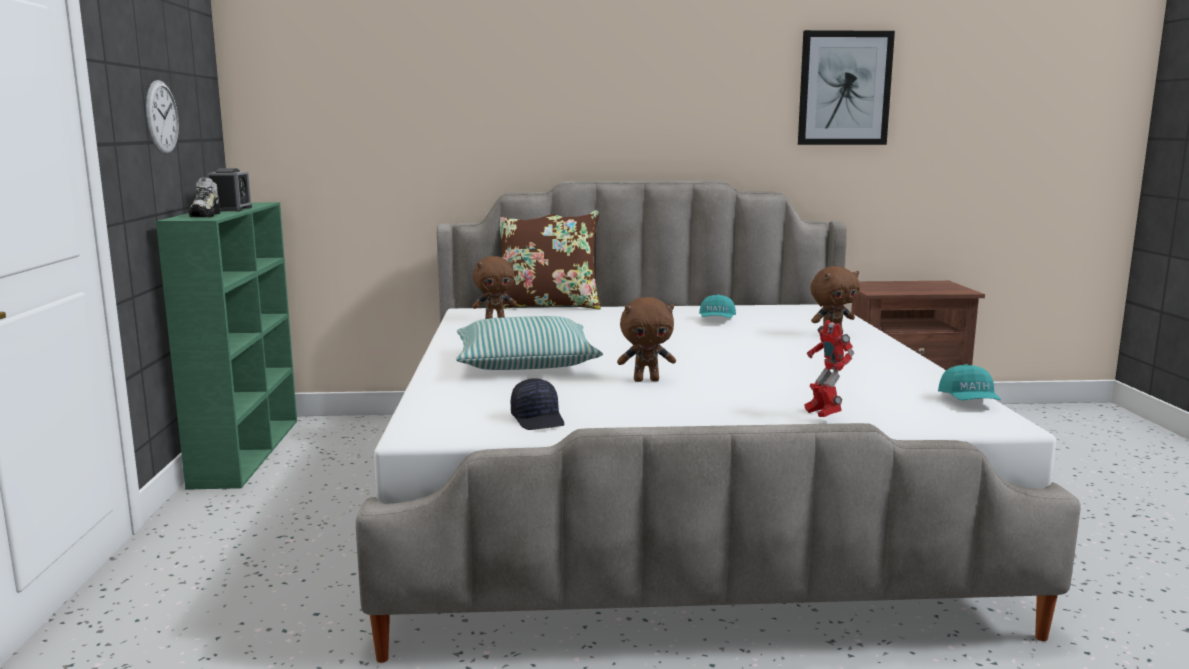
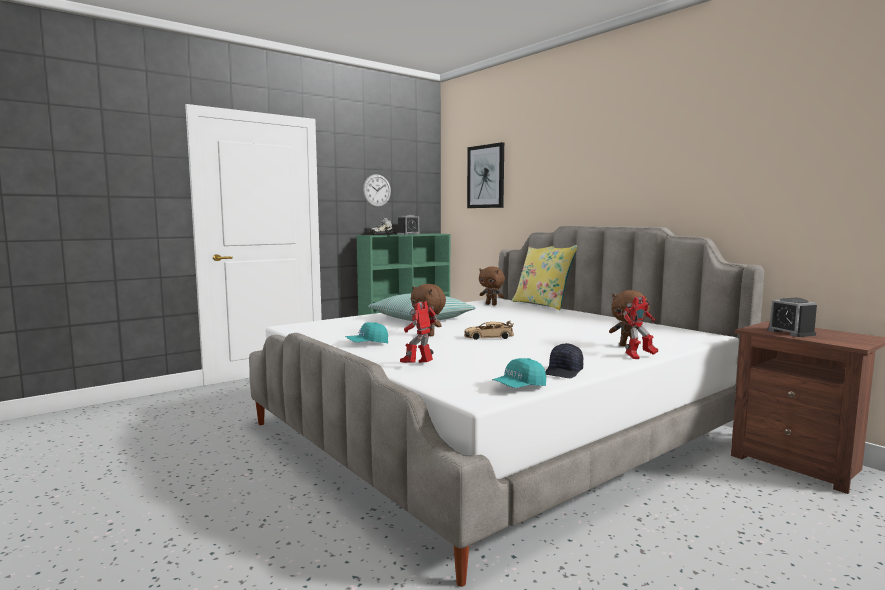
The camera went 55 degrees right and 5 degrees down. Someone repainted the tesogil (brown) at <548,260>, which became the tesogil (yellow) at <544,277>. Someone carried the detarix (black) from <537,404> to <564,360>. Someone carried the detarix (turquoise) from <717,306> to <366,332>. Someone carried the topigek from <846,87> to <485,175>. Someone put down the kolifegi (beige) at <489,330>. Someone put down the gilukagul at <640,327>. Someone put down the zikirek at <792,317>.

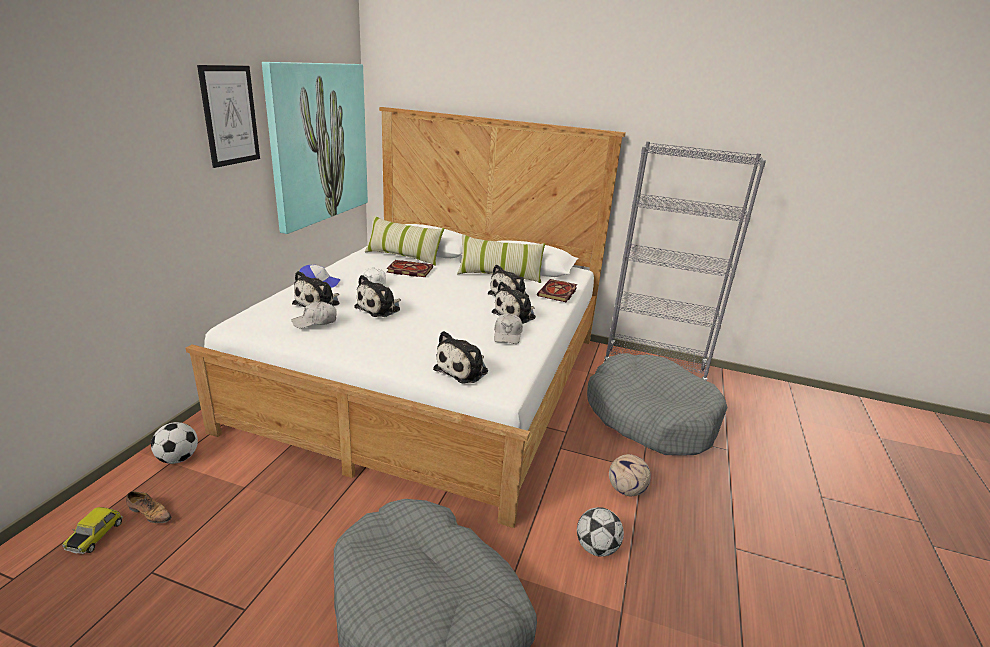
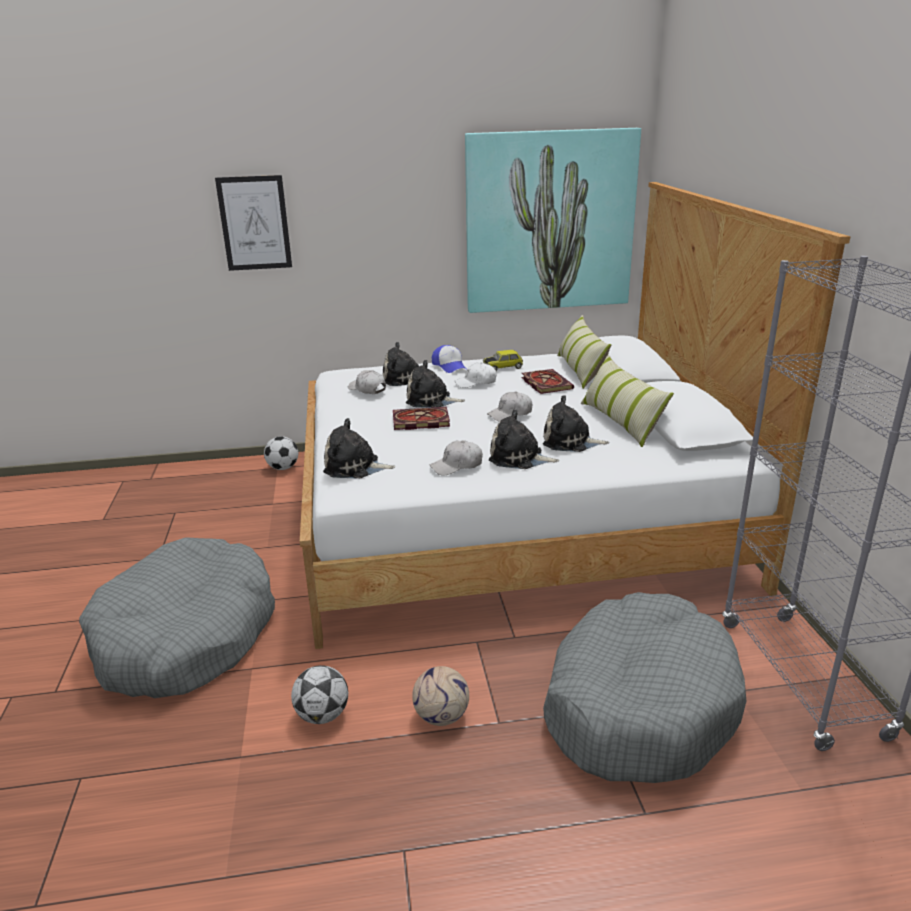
The camera went 65 degrees right and 0 degrees up. Someone carried the kolifegi from <92,530> to <503,360>. Someone took away the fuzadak at <149,507>. Someone carried the topigek from <228,116> to <253,223>. Someone carried the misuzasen from <557,290> to <421,418>. Someone put down the detarix (white) at <509,407>.

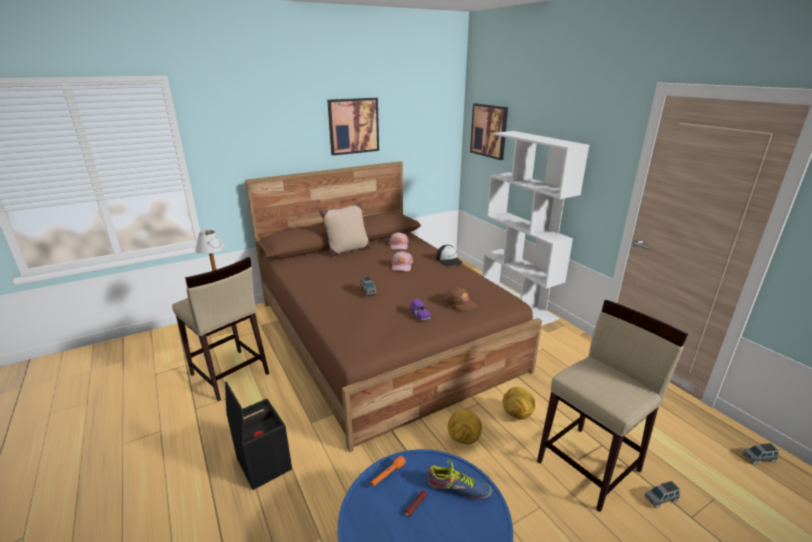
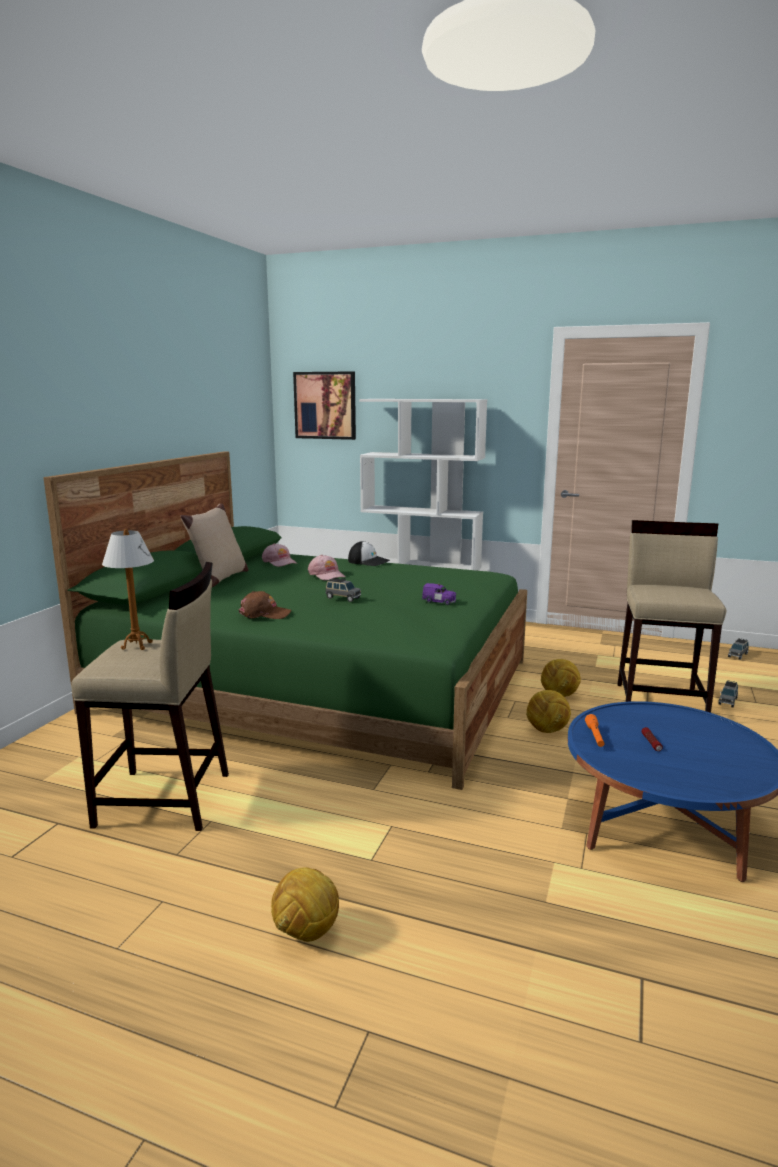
The camera went 40 degrees left and 10 degrees down. Someone took away the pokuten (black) at <258,435>. Someone repainted the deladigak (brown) at <393,306>, which became the deladigak (green) at <285,620>. Someone took away the topigek at <353,126>. Someone took away the fuzadak at <460,479>. Someone carried the detarix (brown) from <461,299> to <265,605>. Someone put down the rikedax at <305,904>.

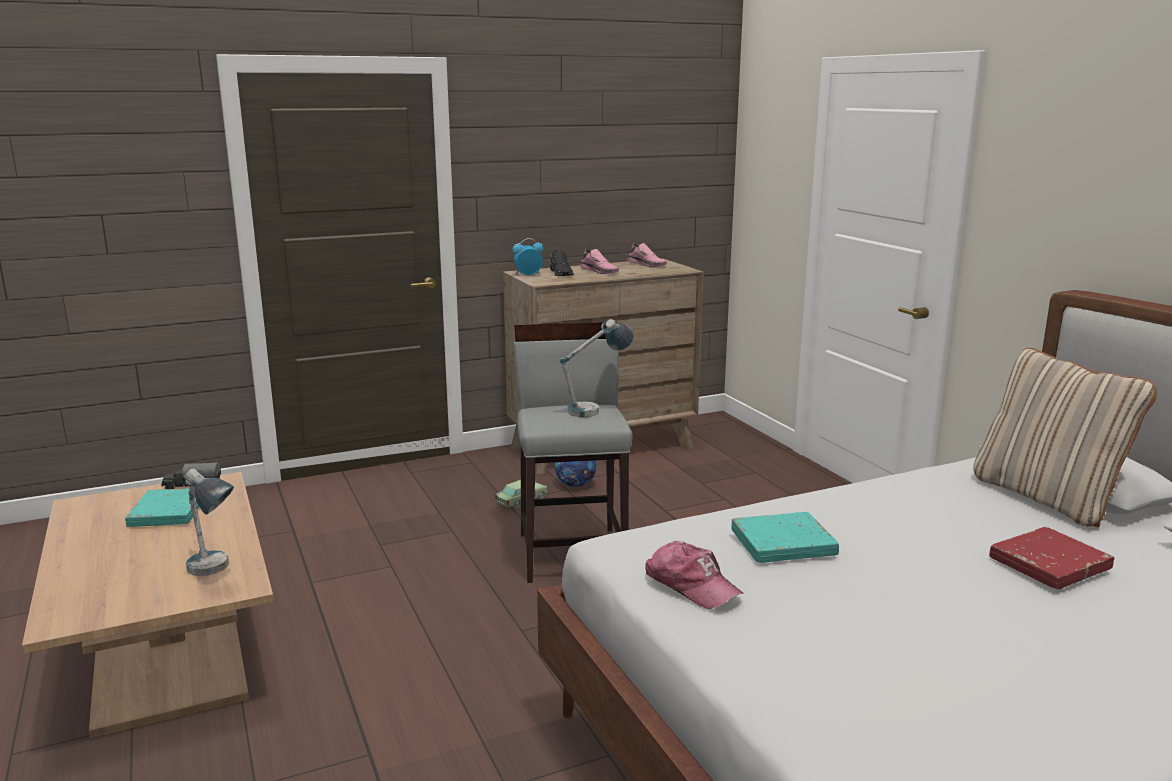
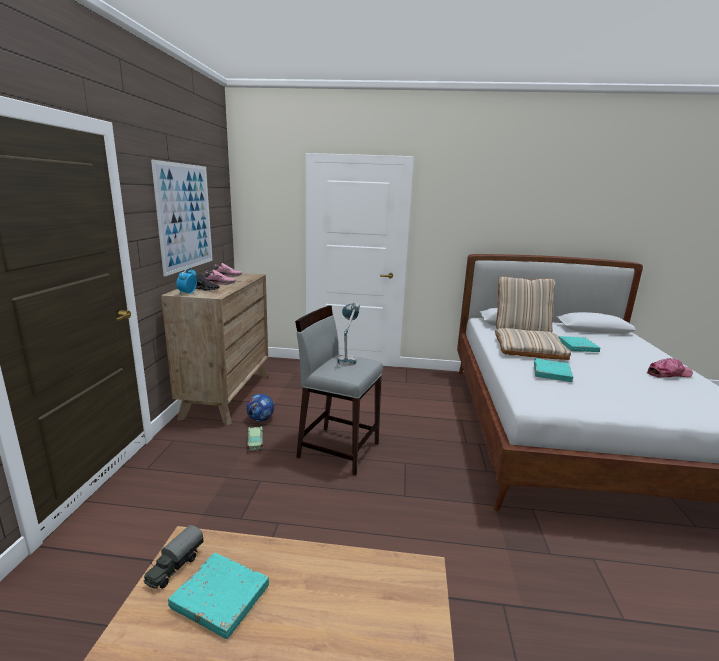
The camera went 60 degrees left and 0 degrees up. Someone took away the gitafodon at <209,522>. Someone carried the detarix from <694,575> to <670,368>. Someone repainted the misuzasen (red) at <1051,558>, which became the misuzasen (turquoise) at <579,344>. Someone put up the topigek at <182,218>. Someone put down the tesogil (beige) at <533,344>.

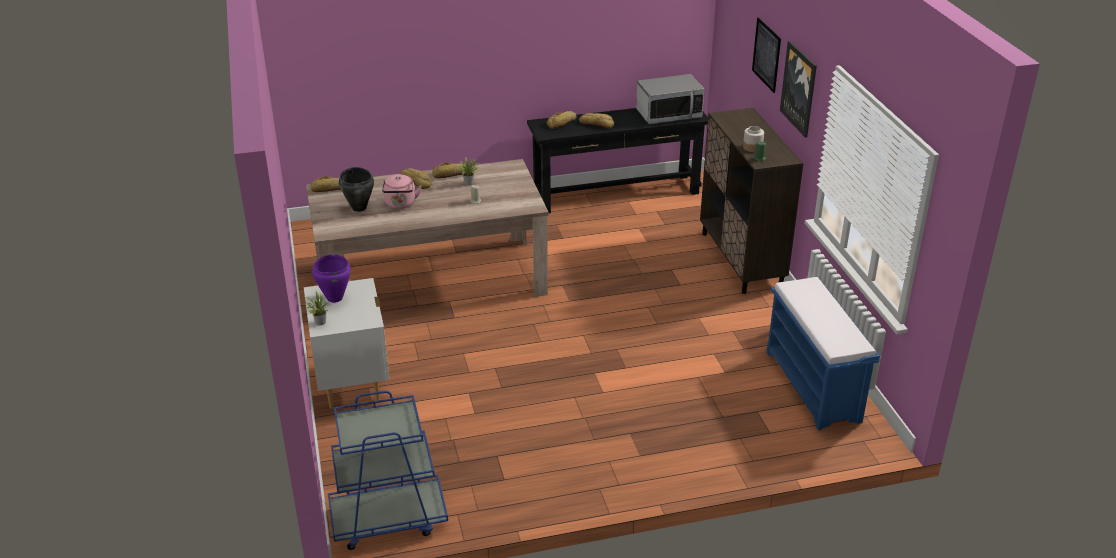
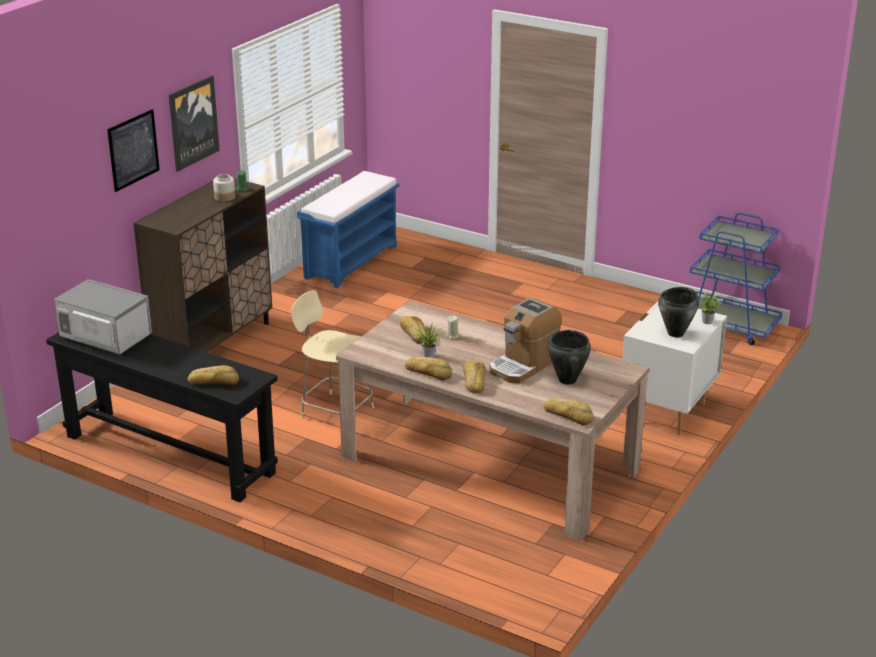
The camera went 135 degrees left and 5 degrees down. Someone repainted the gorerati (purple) at <331,278>, which became the gorerati (black) at <678,312>. Someone swapped the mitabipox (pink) at <402,192> for the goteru at <525,340>. Someone carried the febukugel from <596,121> to <413,330>. Someone put down the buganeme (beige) at <332,354>.

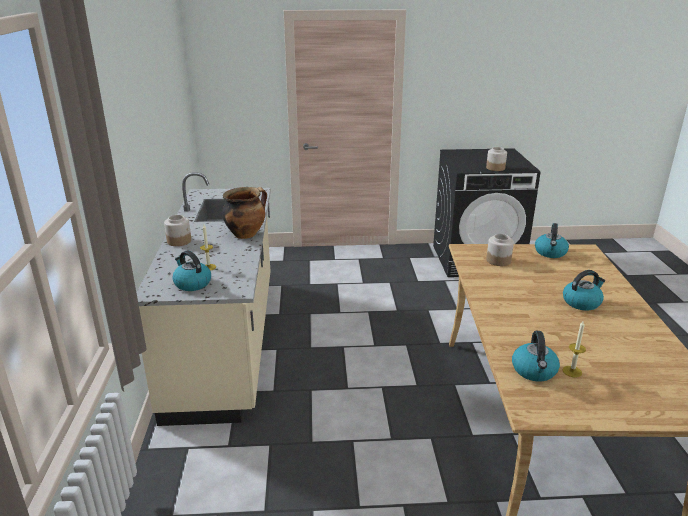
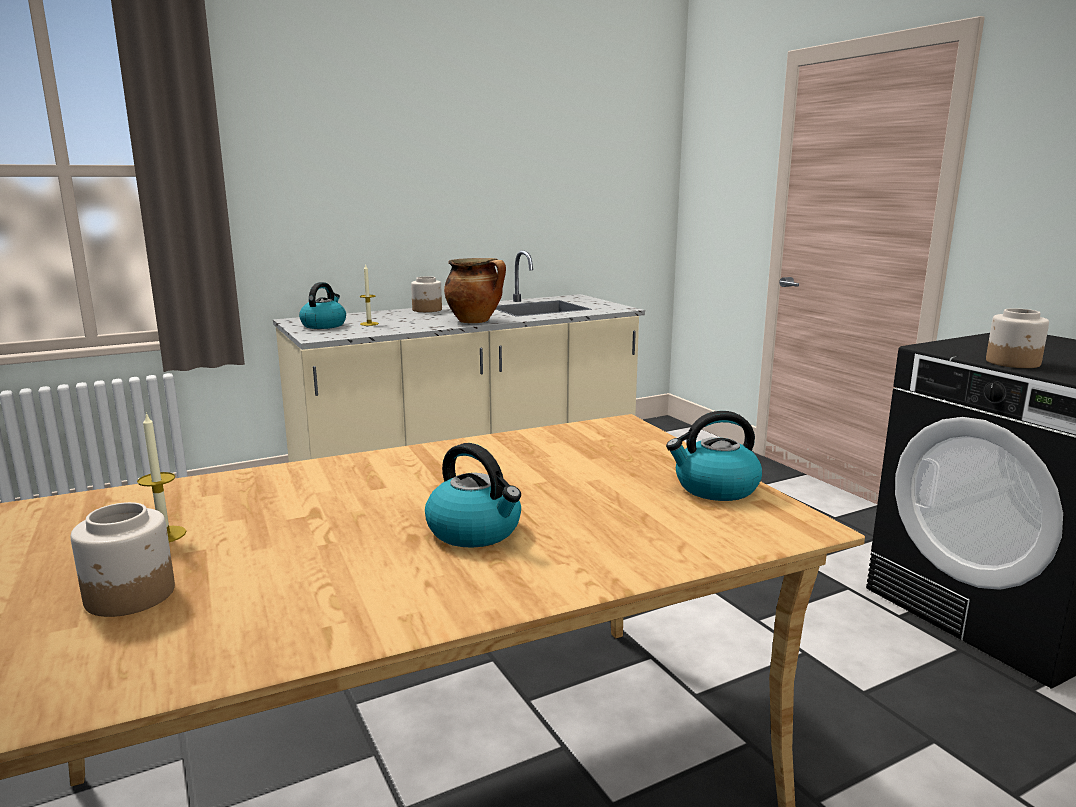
The camera went 65 degrees right and 10 degrees down. Someone carried the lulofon from <500,250> to <122,559>. Someone took away the mitabipox at <536,356>.

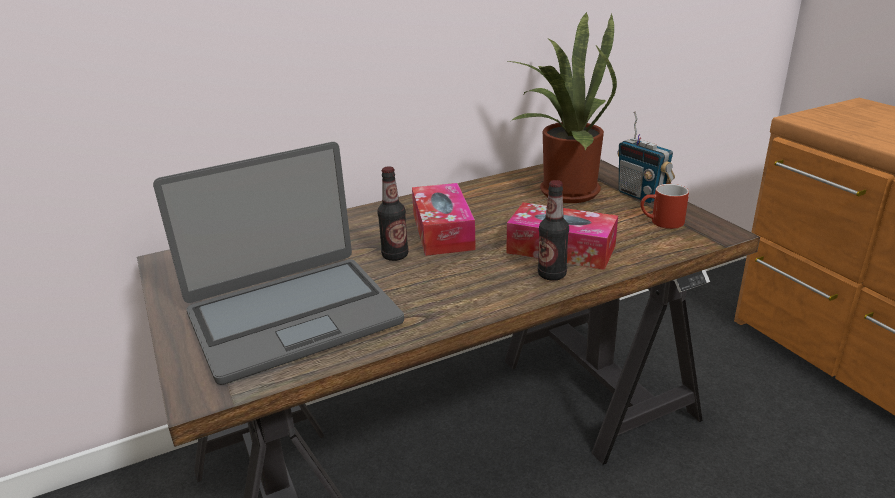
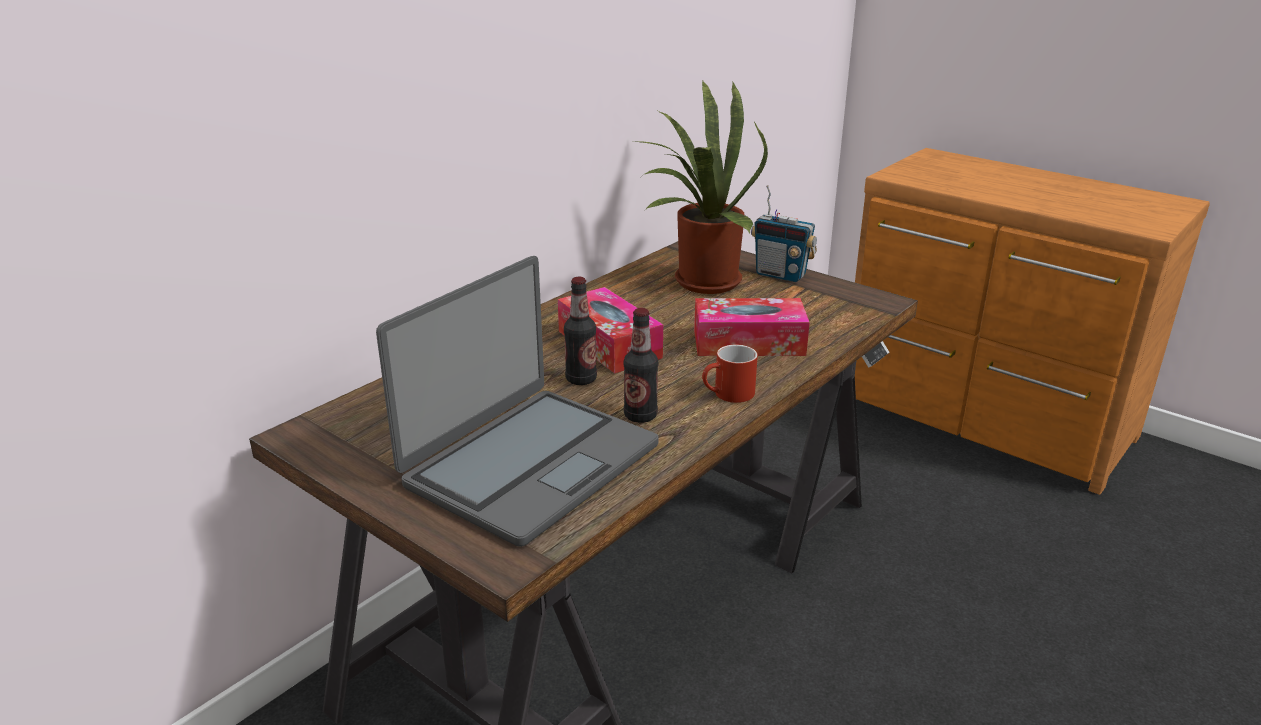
The camera went 25 degrees left and 0 degrees up. Someone carried the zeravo from <553,230> to <641,365>. Someone carried the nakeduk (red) from <665,206> to <730,374>.

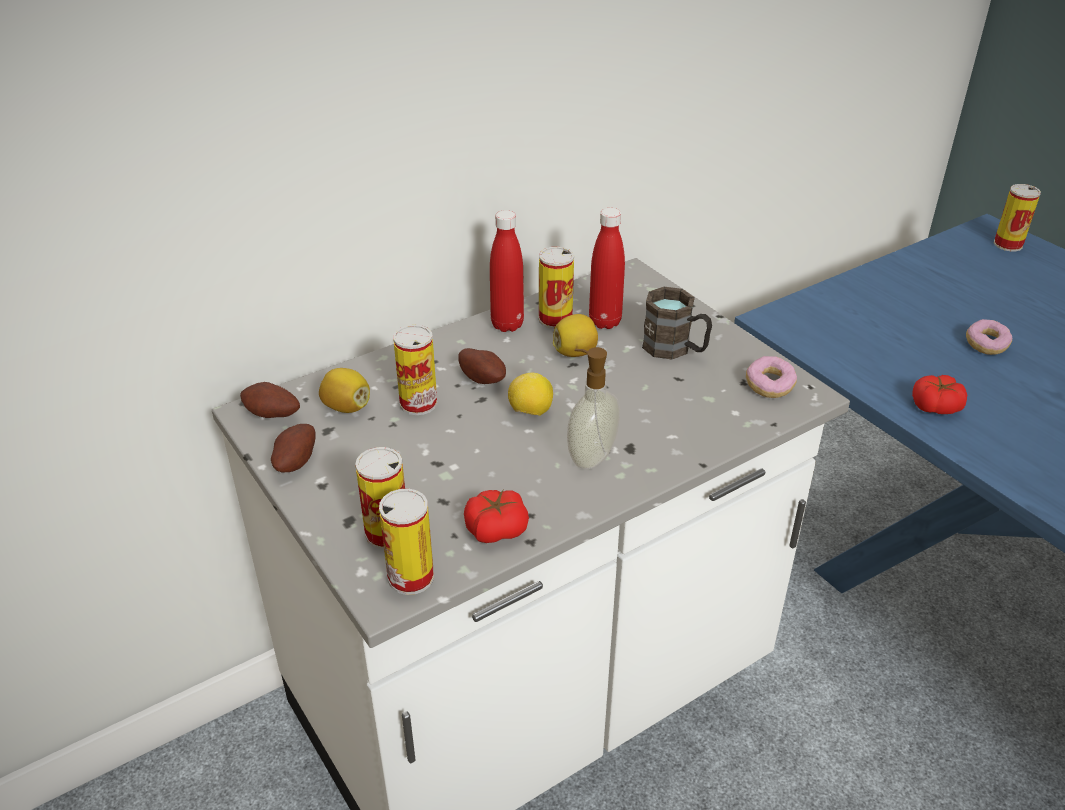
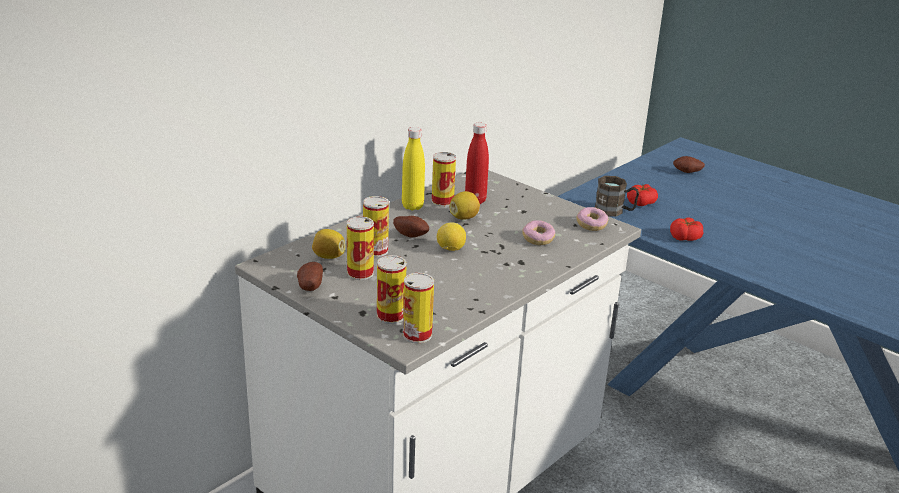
The camera went 15 degrees left and 10 degrees down. Someone carried the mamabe from <270,400> to <689,164>. Someone carried the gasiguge from <496,516> to <642,195>. Someone repainted the zeravo (red) at <507,271>, which became the zeravo (yellow) at <413,168>. Someone took away the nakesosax at <593,408>. Someone carried the nakeduk (brown) from <677,323> to <617,196>. Someone carried the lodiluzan from <989,337> to <538,233>. Someone carried the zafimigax from <1017,217> to <360,248>.

